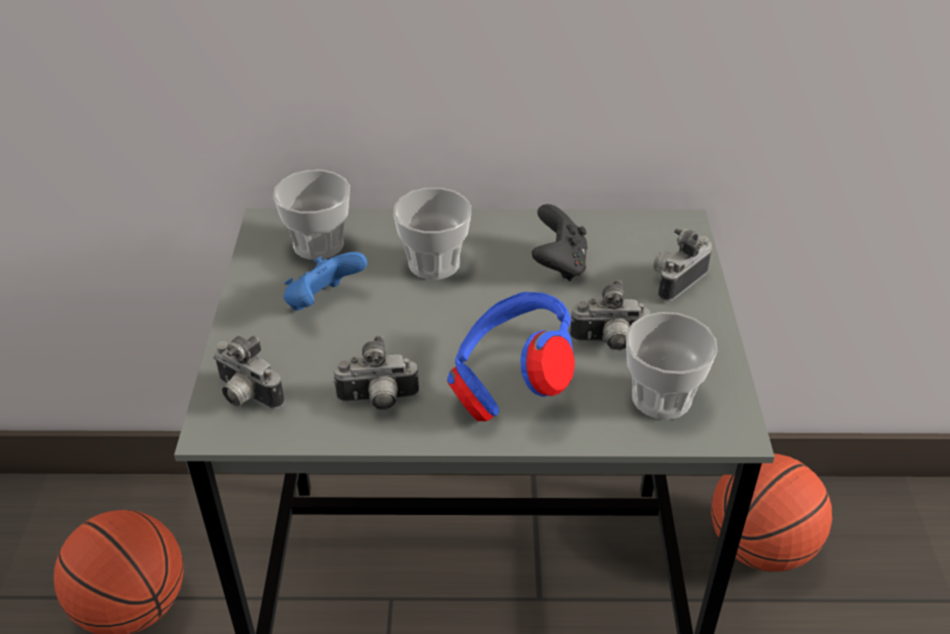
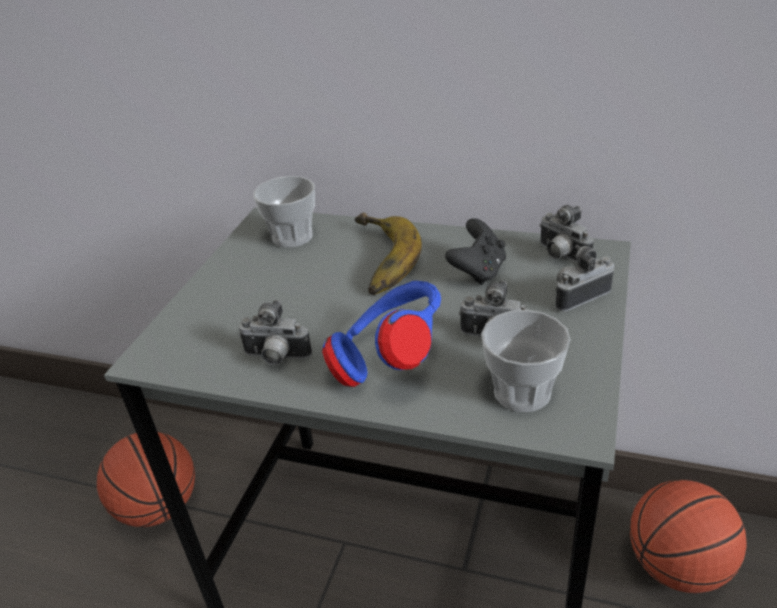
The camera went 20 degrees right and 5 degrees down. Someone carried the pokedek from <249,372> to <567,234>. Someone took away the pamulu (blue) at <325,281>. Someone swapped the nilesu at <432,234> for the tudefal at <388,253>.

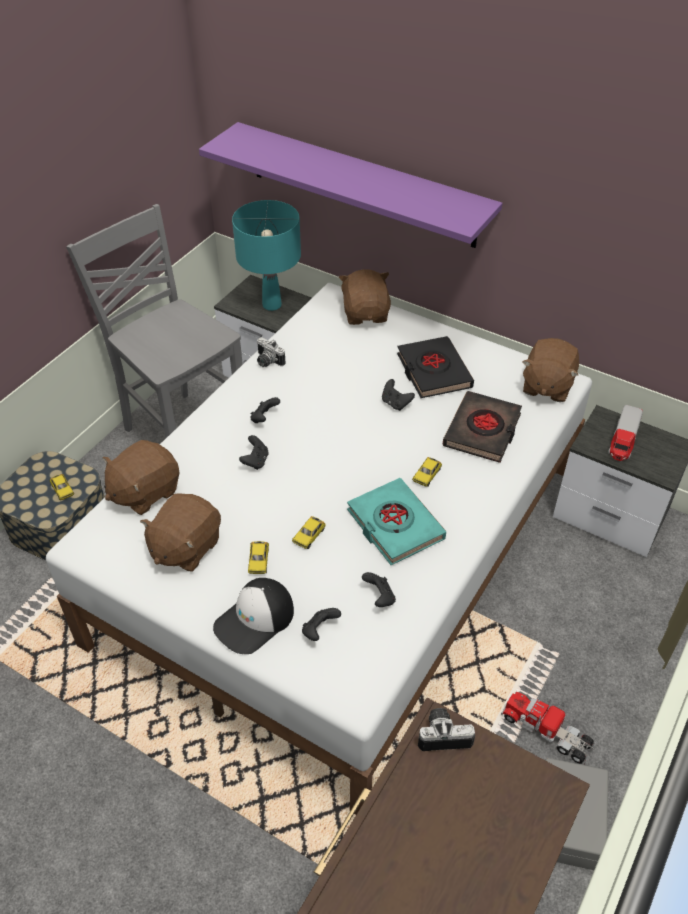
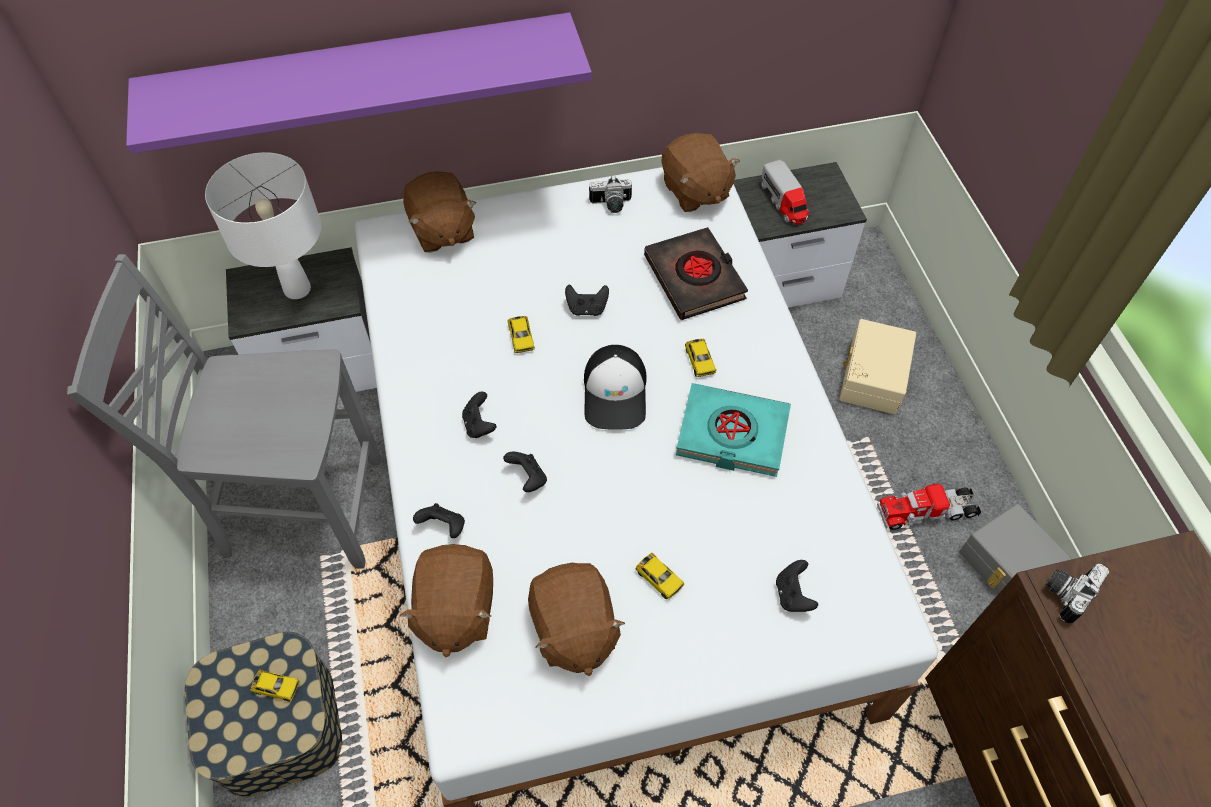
The camera went 45 degrees left and 10 degrees up. Someone carried the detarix from <253,616> to <615,387>. Someone repainted the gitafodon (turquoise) at <266,255>, which became the gitafodon (white) at <263,225>. Someone carried the pokedek from <271,352> to <610,194>. Someone carried the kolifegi from <309,532> to <521,334>. Someone rotated the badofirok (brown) at <365,297> by 150 degrees counterclockwise. Someone carried the pamulu (black) from <379,589> to <439,520>. Someone took away the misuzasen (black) at <435,367>. Someone put down the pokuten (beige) at <877,366>.

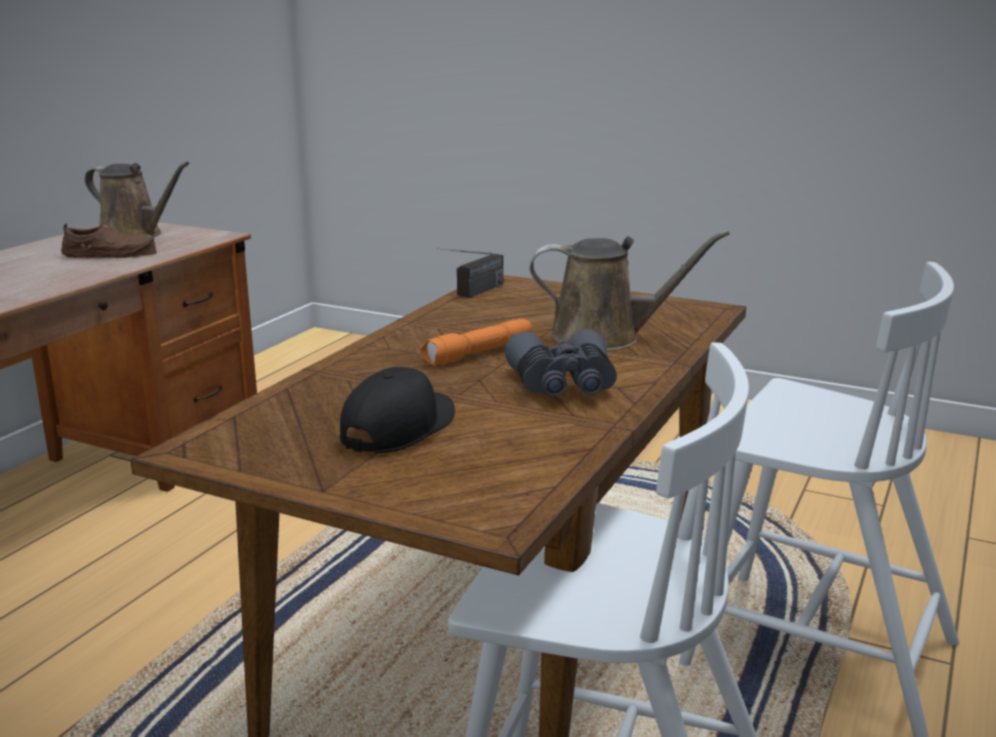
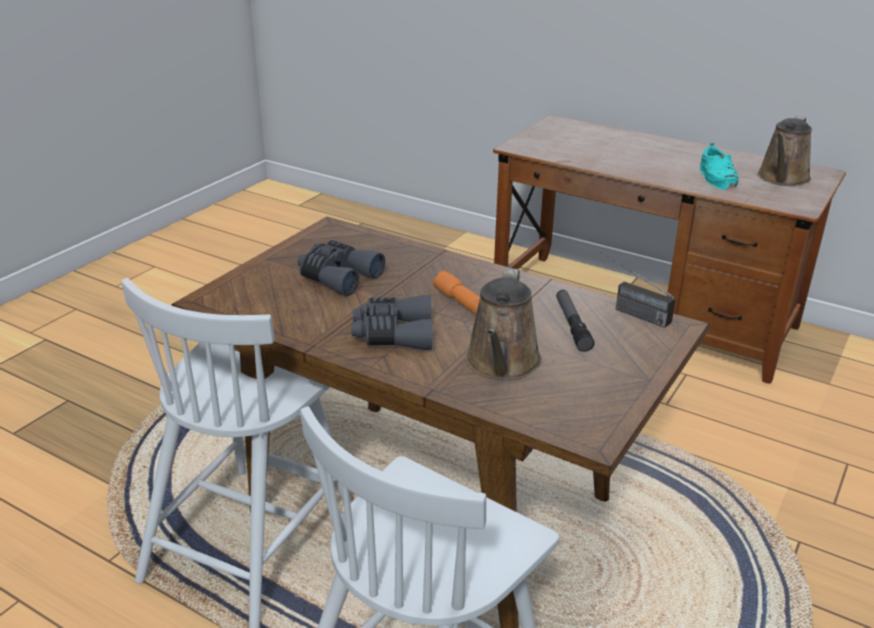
The camera went 95 degrees right and 10 degrees up. Someone repainted the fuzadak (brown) at <109,240>, which became the fuzadak (turquoise) at <719,166>. Someone swapped the detarix (black) at <397,410> for the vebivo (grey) at <341,268>. Someone put down the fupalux at <575,321>.

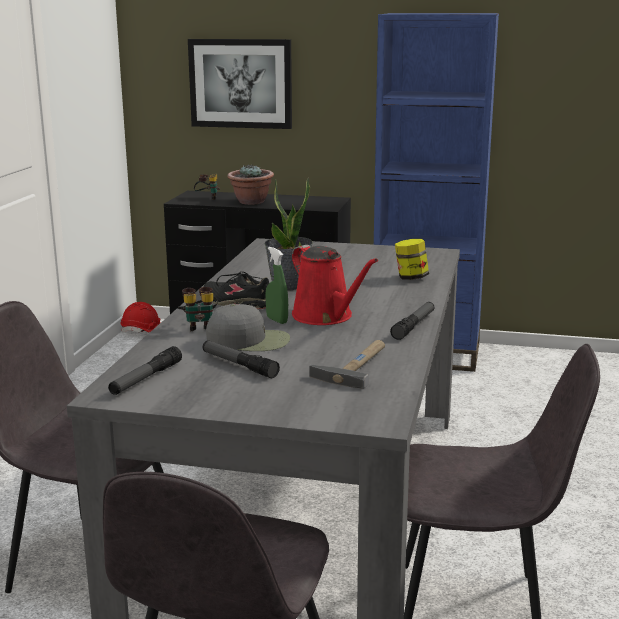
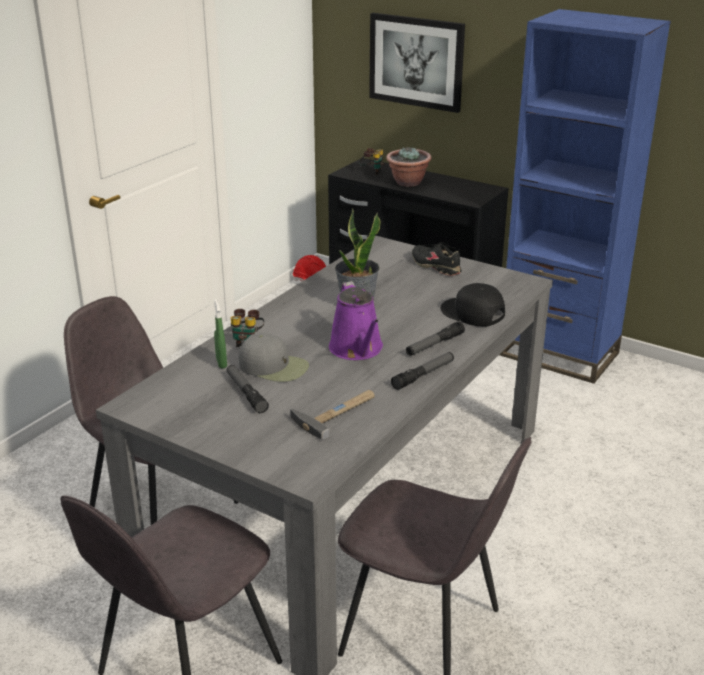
The camera went 20 degrees right and 10 degrees up. Someone carried the fupalux from <145,370> to <435,338>. Someone carried the fuzadak (black) from <236,290> to <436,259>. Someone carried the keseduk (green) from <276,285> to <220,334>. Someone repainted the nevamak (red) at <335,285>, which became the nevamak (purple) at <356,320>. Someone swapped the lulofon at <412,259> for the detarix (black) at <472,304>.

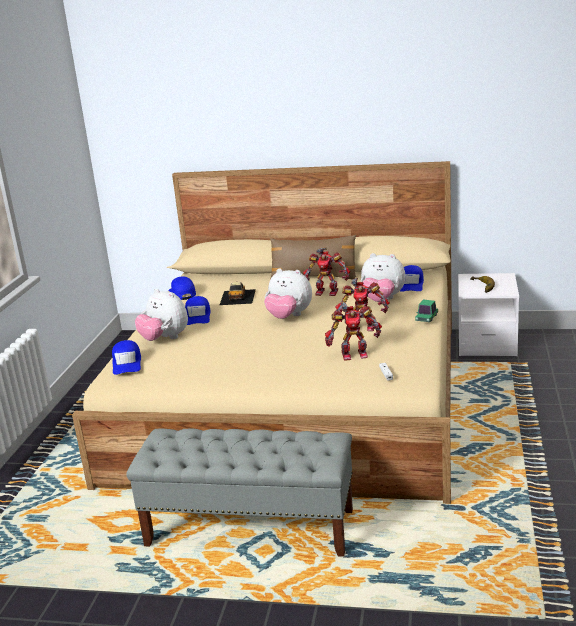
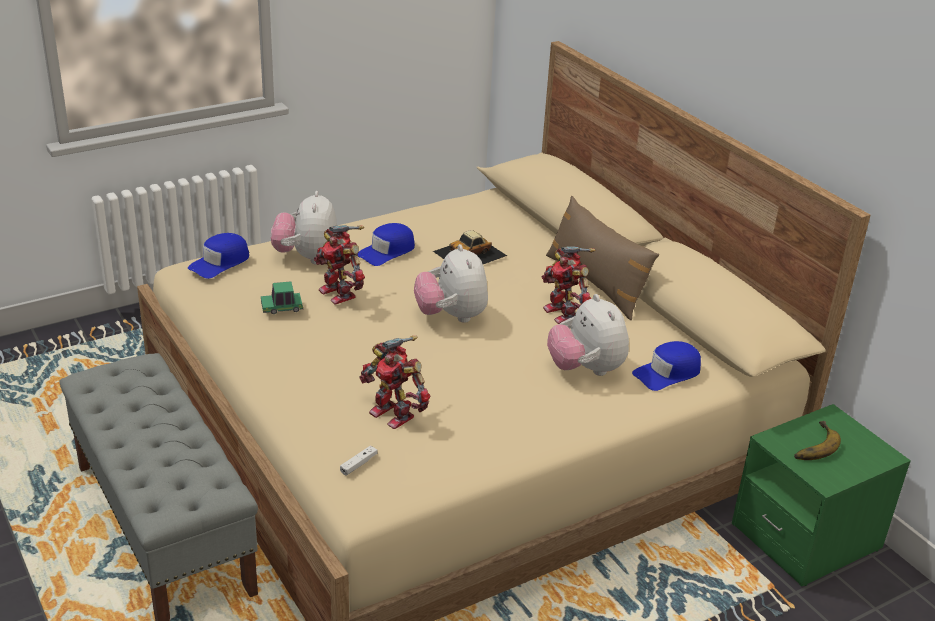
The camera went 45 degrees right and 10 degrees up. Someone took away the detarix (blue) at <182,288>. Someone carried the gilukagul from <362,304> to <339,264>. Someone carried the kolifegi from <426,311> to <282,297>. Someone repainted the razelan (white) at <488,314>, which became the razelan (green) at <821,495>.

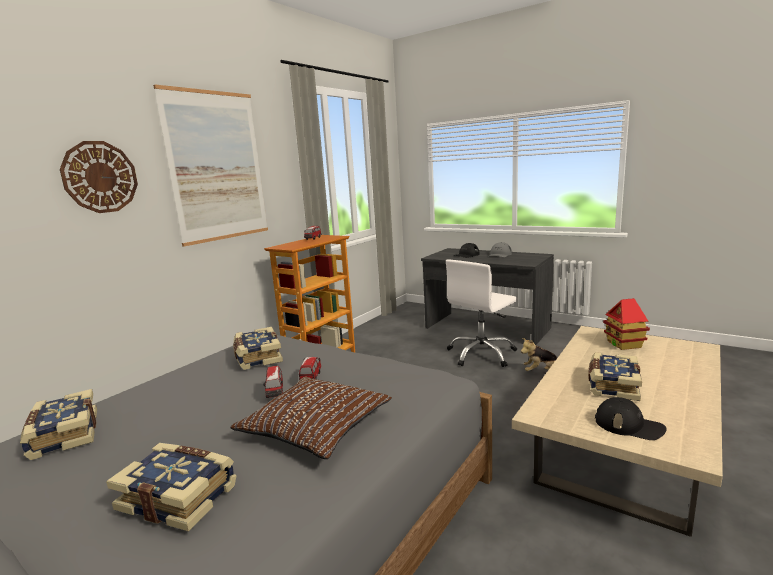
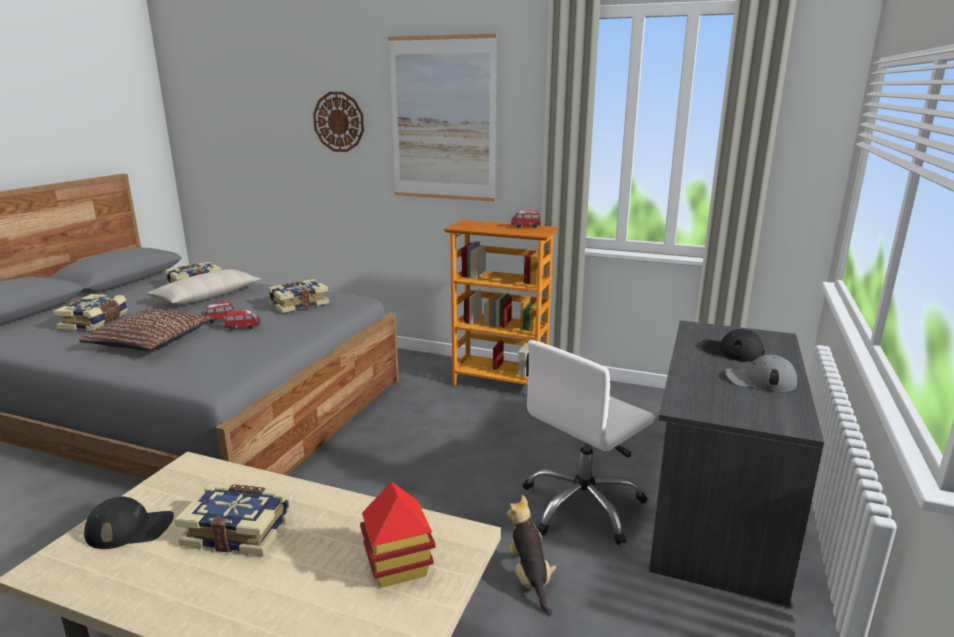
The camera went 75 degrees right and 5 degrees up. Someone rotated the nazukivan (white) at <481,313> by 75 degrees counterclockwise. Someone rotated the detarix (black) at <631,418> by 120 degrees counterclockwise. Someone put down the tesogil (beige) at <203,287>.

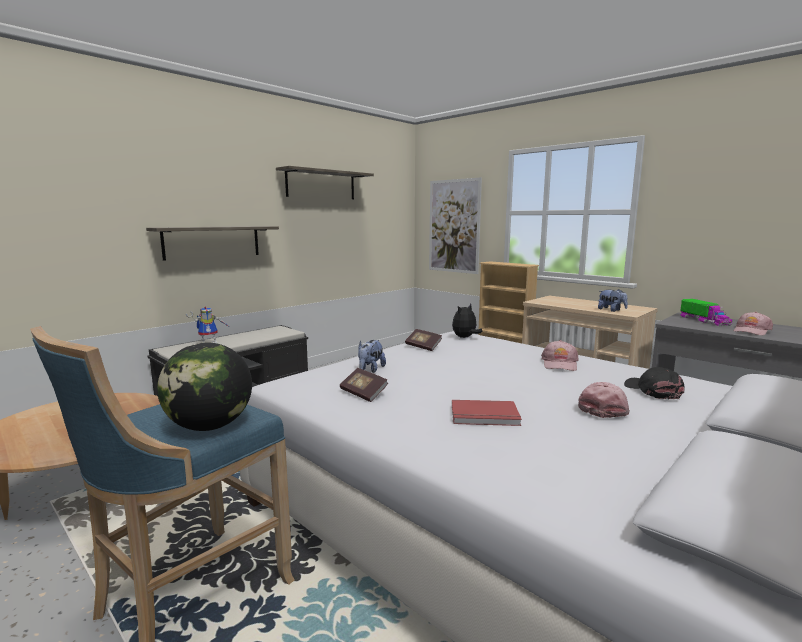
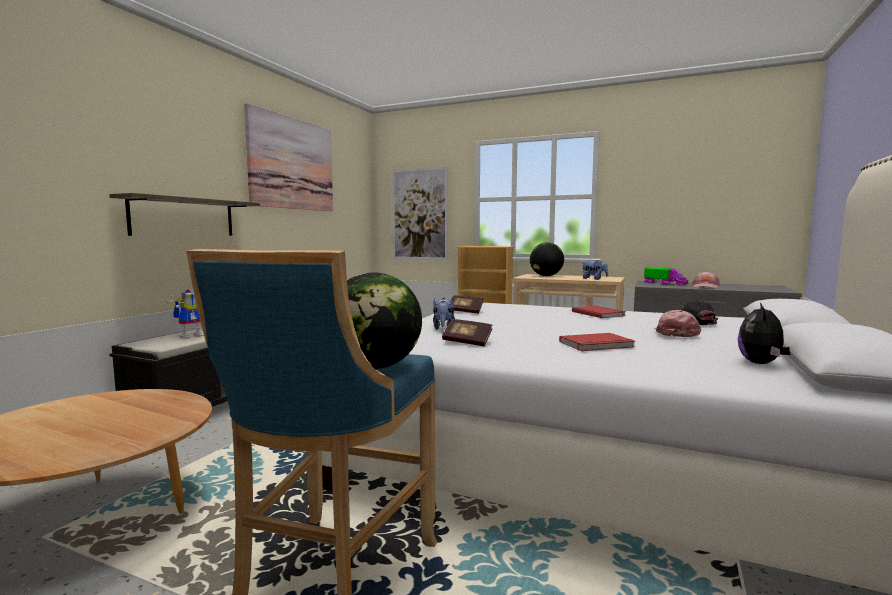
The camera went 20 degrees left and 5 degrees down. Someone swapped the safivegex at <325,182> for the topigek at <288,157>. Someone carried the badofirok from <467,321> to <764,333>. Someone swapped the detarix (pink) at <560,355> for the misuzasen (red) at <599,312>. Someone put down the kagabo at <547,259>.

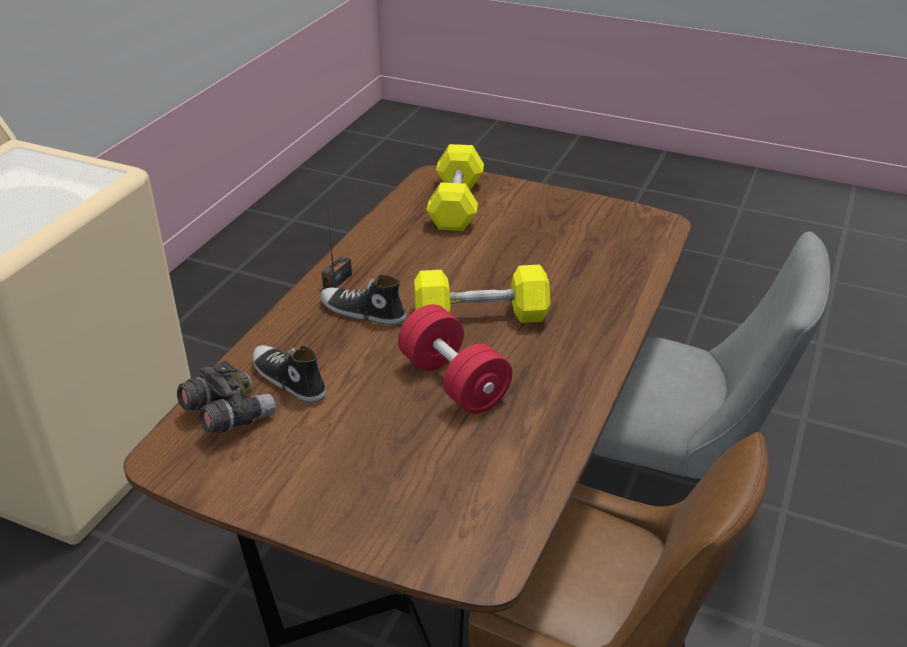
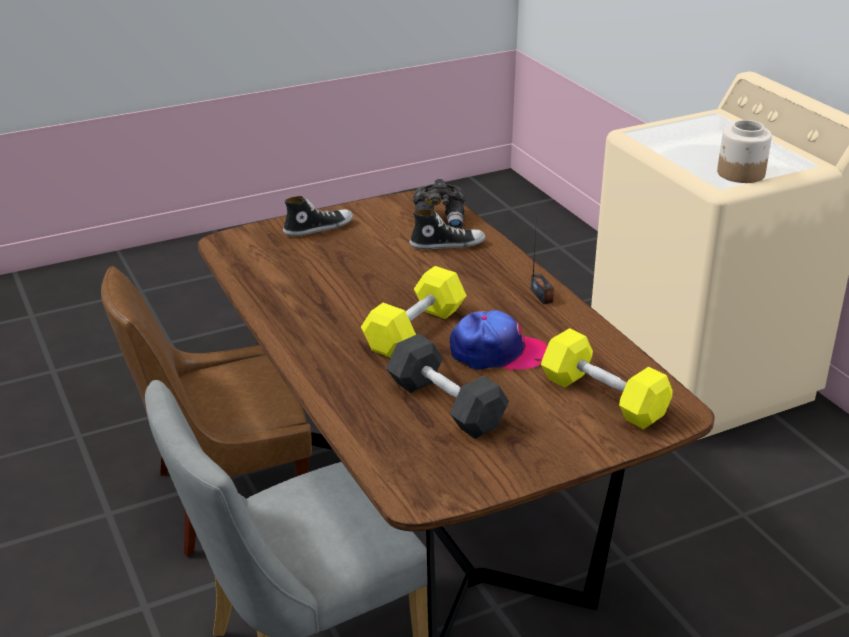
The camera went 130 degrees right and 5 degrees down. Someone carried the fuzadak from <363,300> to <318,216>. Someone took away the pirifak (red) at <455,359>. Someone put down the pirifak (grey) at <447,386>. Someone put down the detarix at <498,340>. Someone put down the lulofon at <744,151>.

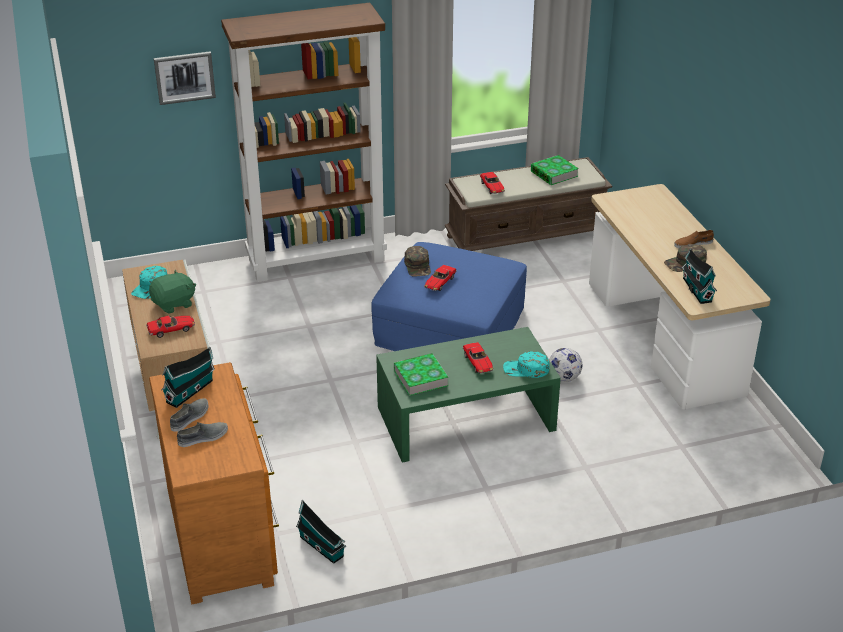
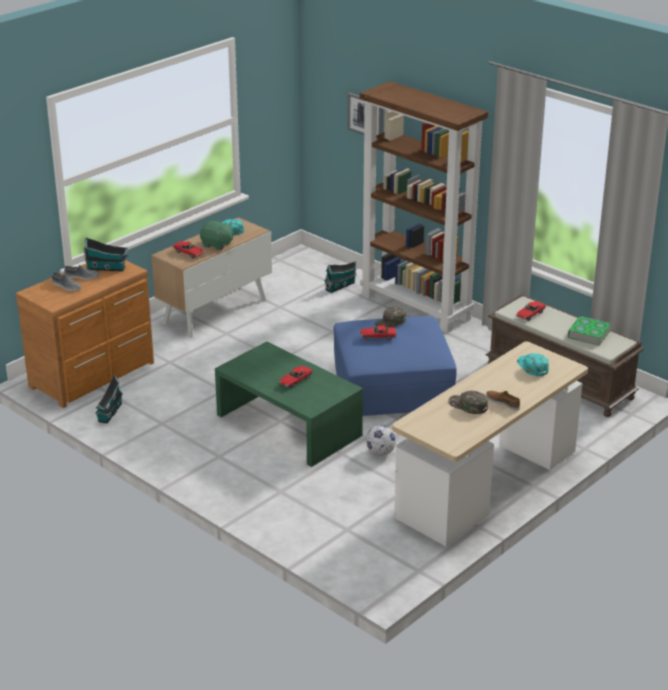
The camera went 60 degrees right and 5 degrees down. Someone took away the misuzasen at <421,374>. Someone carried the detarix (turquoise) from <526,364> to <533,365>. Someone carried the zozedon from <699,276> to <340,277>.

